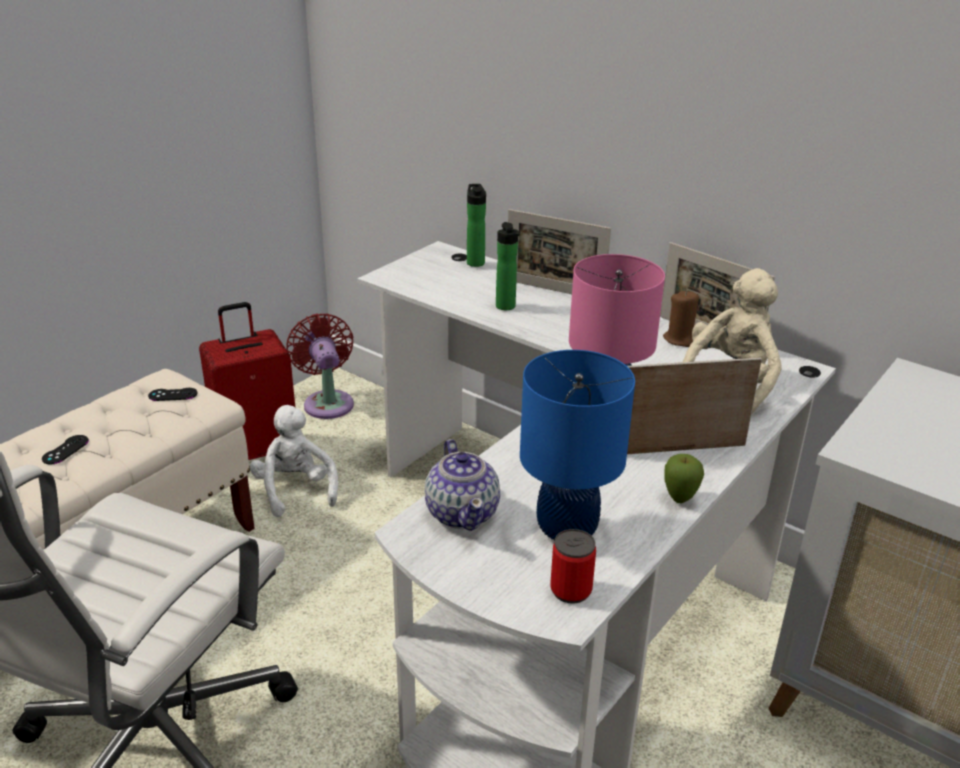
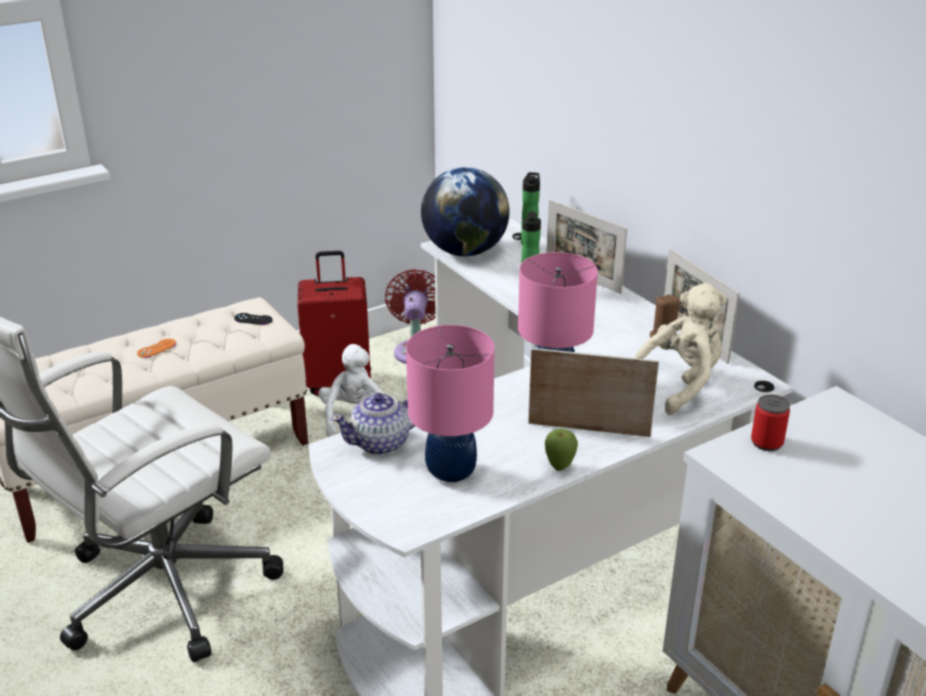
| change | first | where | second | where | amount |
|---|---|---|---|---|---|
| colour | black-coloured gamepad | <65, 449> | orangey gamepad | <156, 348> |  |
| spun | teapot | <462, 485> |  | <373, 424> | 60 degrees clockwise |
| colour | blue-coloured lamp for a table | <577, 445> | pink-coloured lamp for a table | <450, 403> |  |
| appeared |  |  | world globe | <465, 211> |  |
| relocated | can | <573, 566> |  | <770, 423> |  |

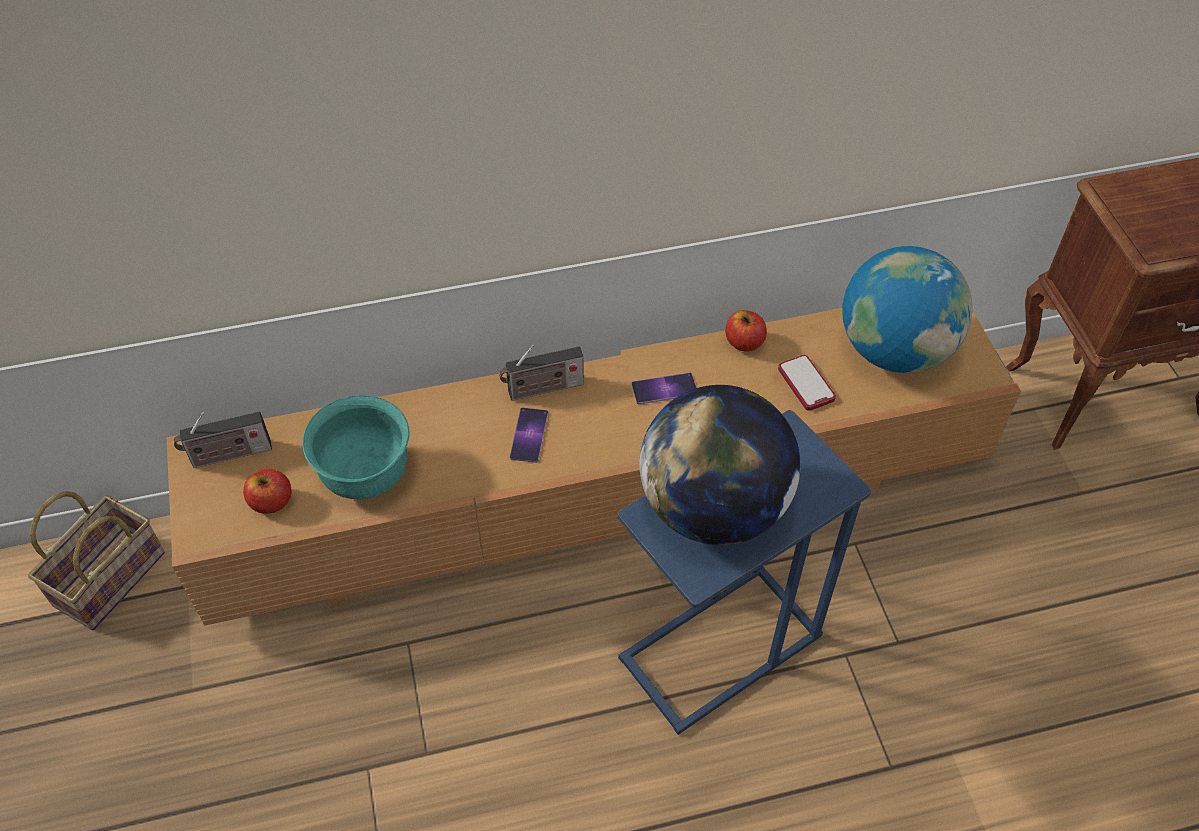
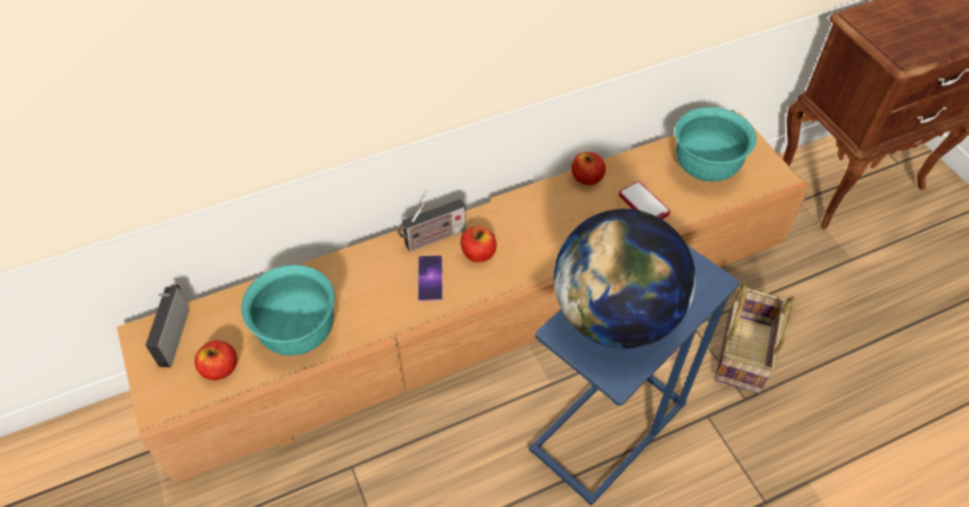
| change | first | where | second | where | amount |
|---|---|---|---|---|---|
| spun | radio receiver | <223, 439> |  | <167, 326> | 120 degrees clockwise |
| appeared |  |  | whole apple | <478, 244> |  |
| exchanged | world globe | <907, 309> | turquoise-coloured serving bowl | <715, 144> |  |
| relocated | household basket | <96, 560> |  | <755, 338> |  |
| missing | handset | <664, 388> |  |  |  |

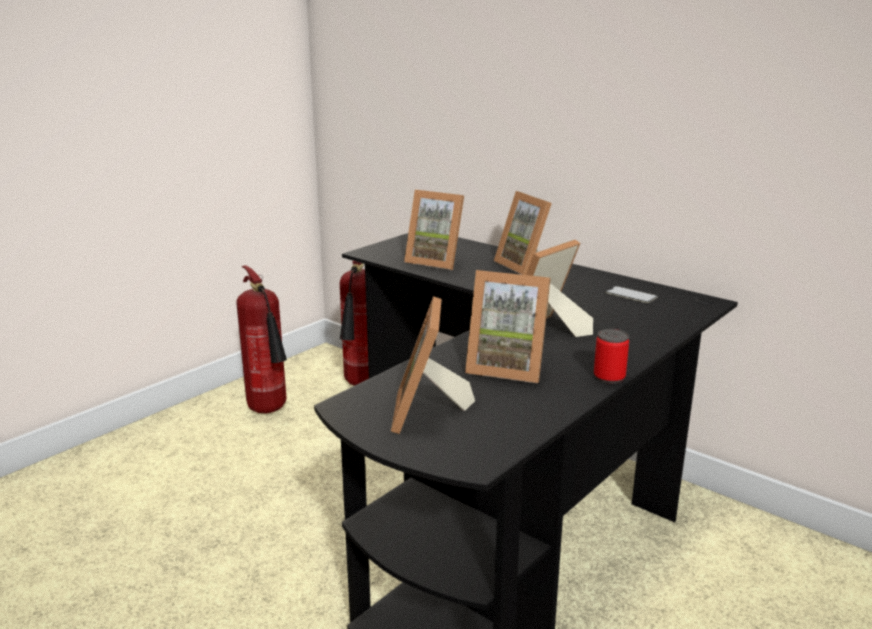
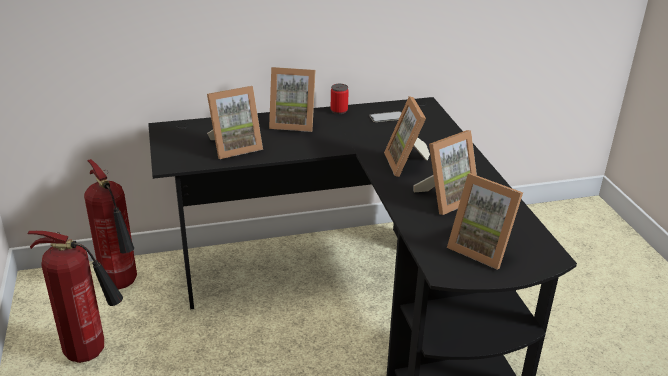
| change | first | where | second | where | amount |
|---|---|---|---|---|---|
| relocated | can | <611, 356> |  | <340, 99> |  |

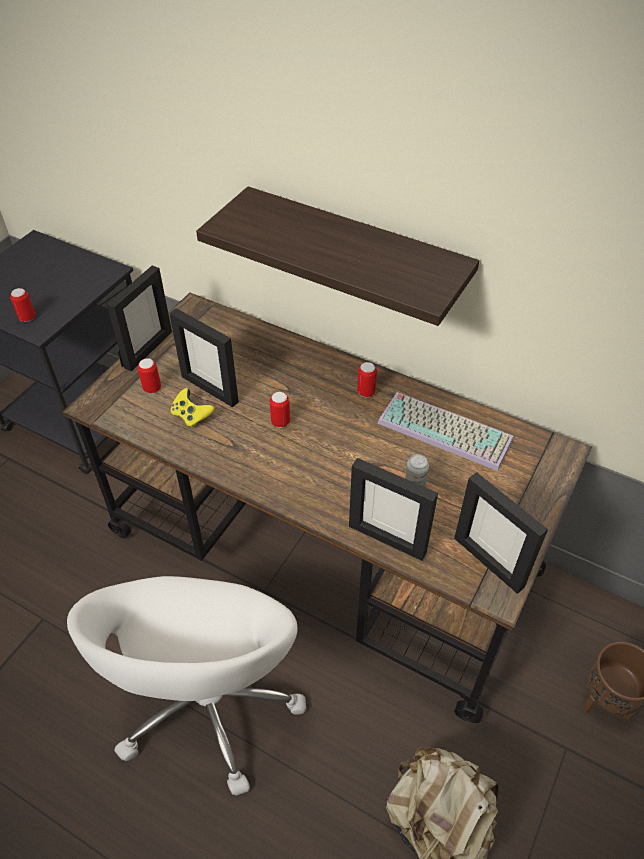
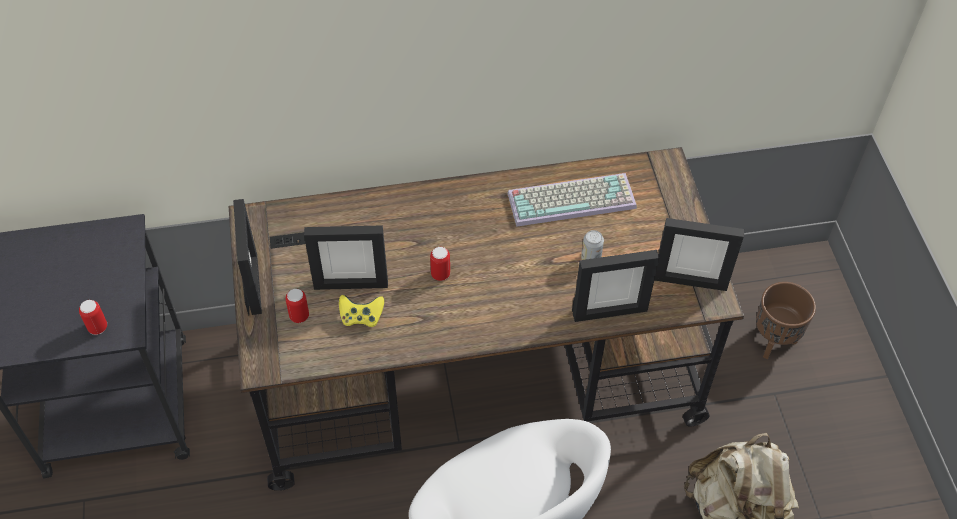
| change | first | where | second | where | amount |
|---|---|---|---|---|---|
| missing | wall shelf | <337, 256> |  |  |  |
| missing | can | <367, 380> |  |  |  |

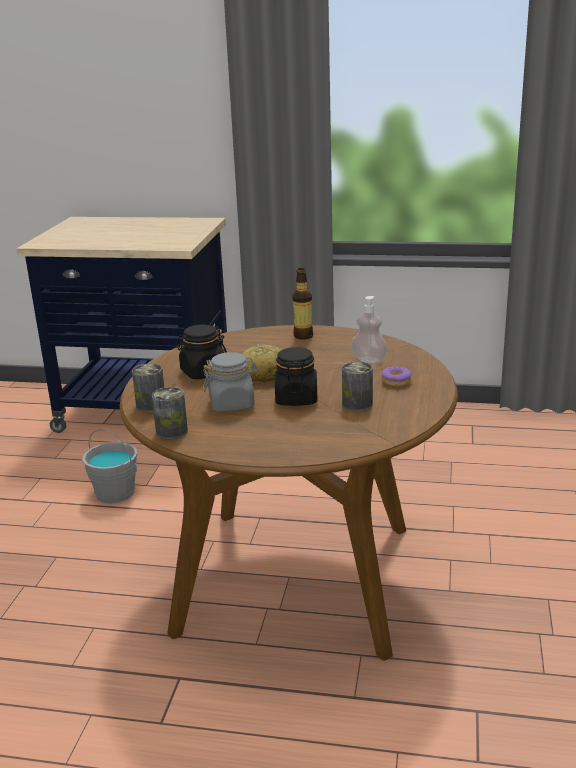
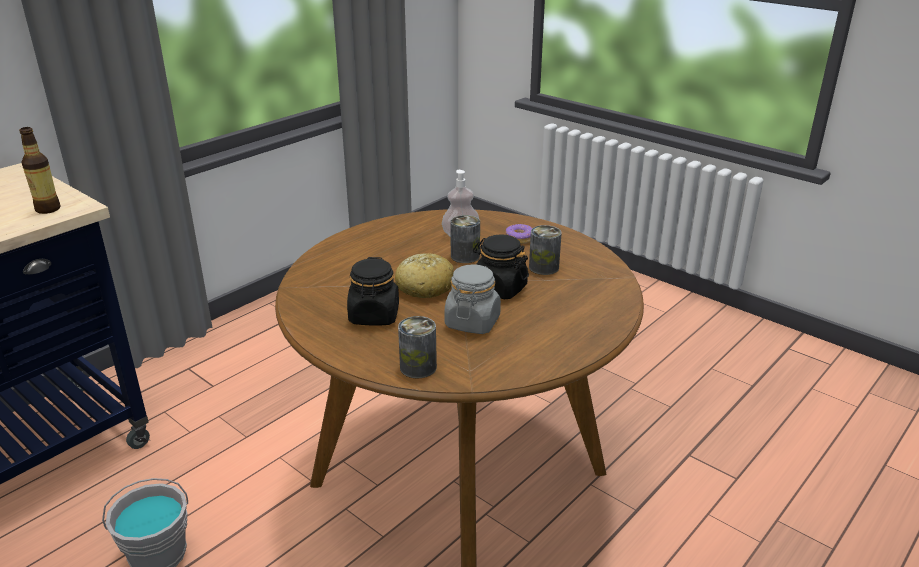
| change | first | where | second | where | amount |
|---|---|---|---|---|---|
| relocated | beverage bottle | <302, 304> |  | <40, 170> |  |
| relocated | can | <170, 413> |  | <465, 239> |  |

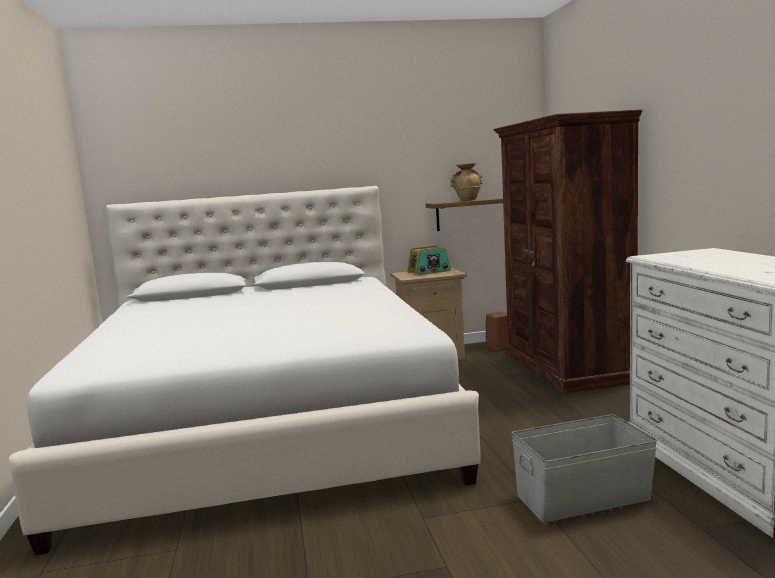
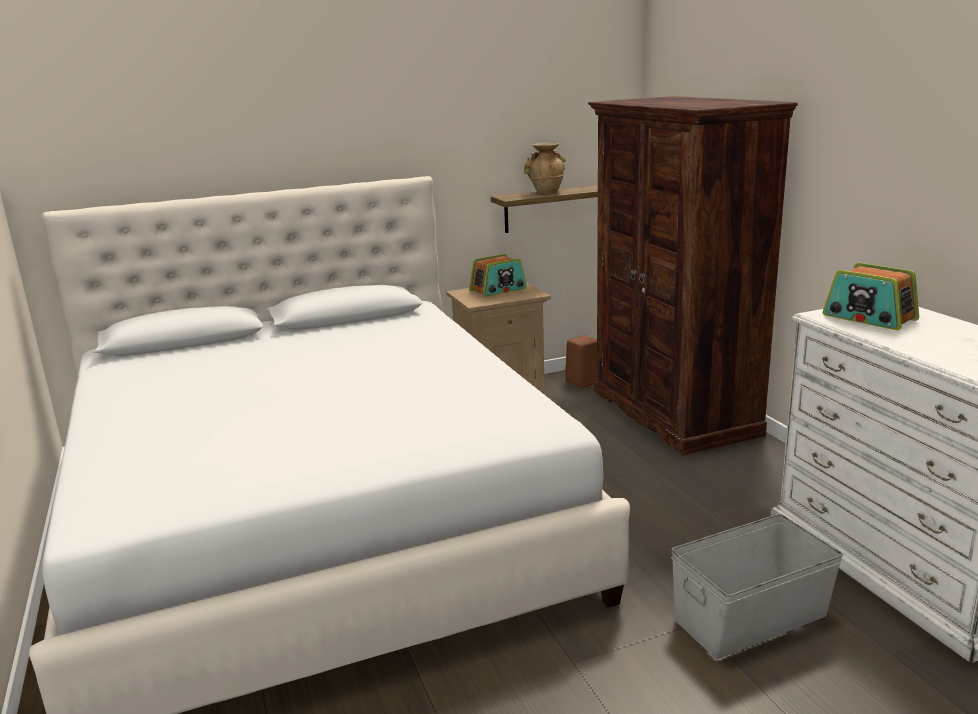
| change | first | where | second | where | amount |
|---|---|---|---|---|---|
| appeared |  |  | radio receiver | <871, 296> |  |

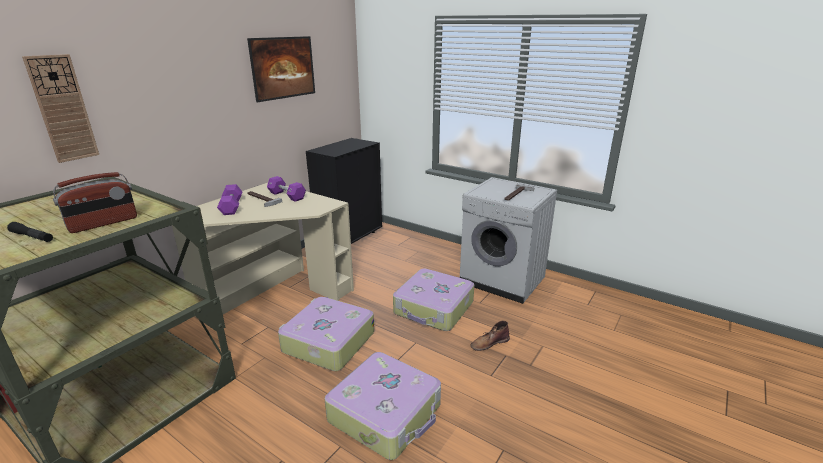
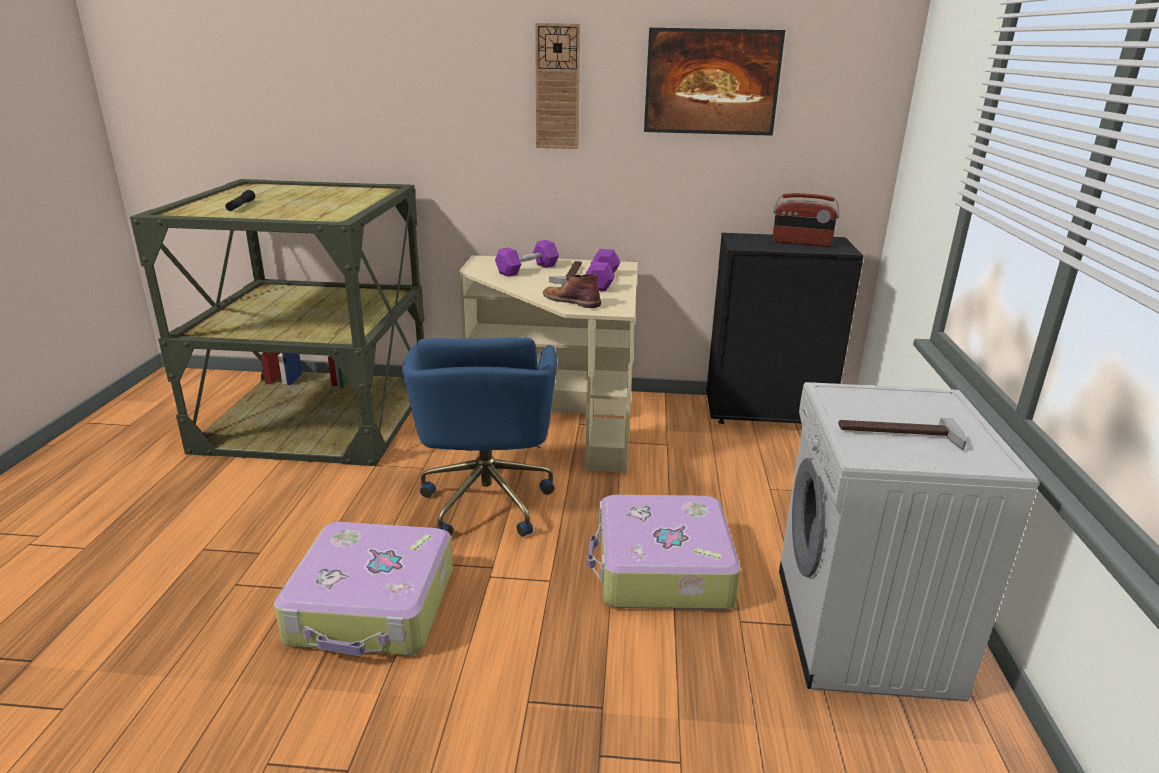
| change | first | where | second | where | amount |
|---|---|---|---|---|---|
| exchanged | piece of luggage | <326, 334> | blue-coloured desk chair | <479, 437> |  |
| relocated | clock on the wall | <60, 108> |  | <557, 86> |  |
| relocated | brown-coloured tall boot | <490, 336> |  | <572, 291> |  |
| relocated | radio receiver | <95, 202> |  | <806, 220> |  |

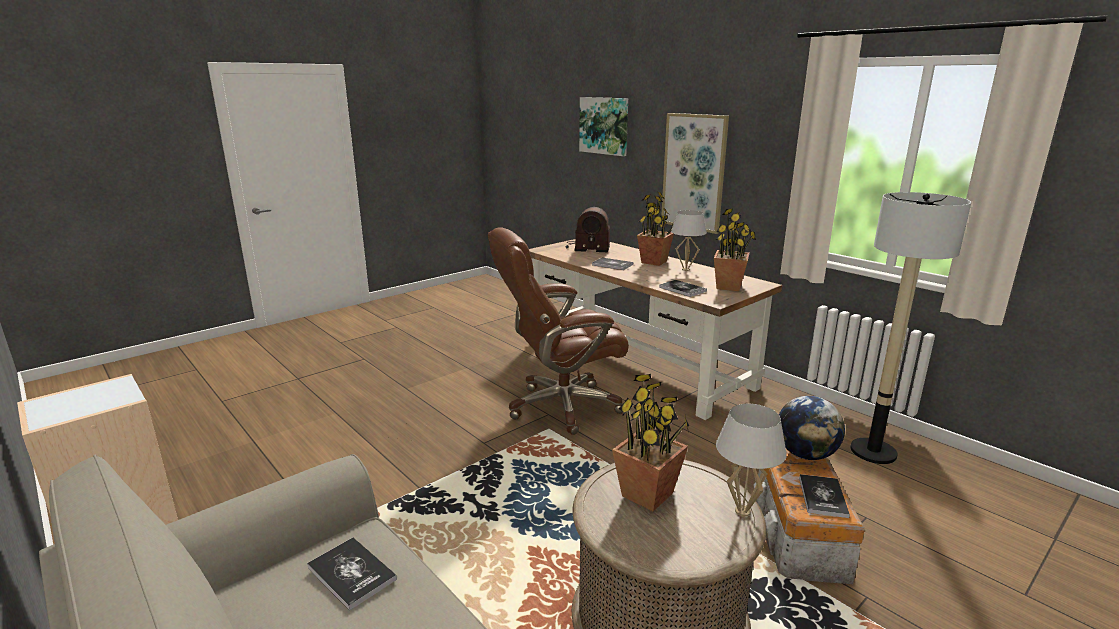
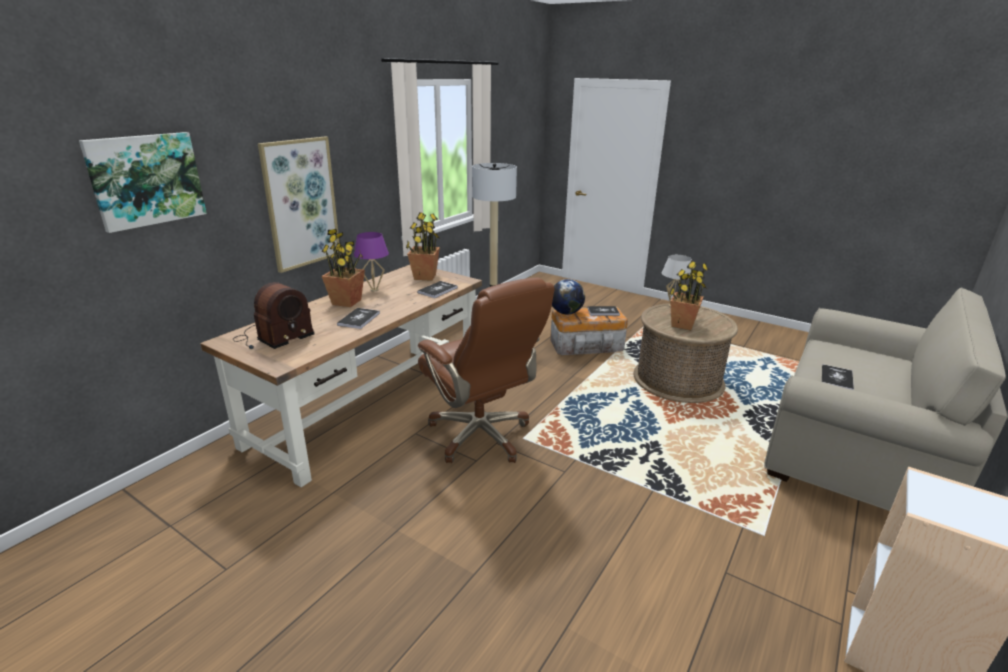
| change | first | where | second | where | amount |
|---|---|---|---|---|---|
| spun | radio receiver | <588, 229> |  | <274, 315> | 45 degrees clockwise |
| colour | white-coloured lamp for a table | <689, 240> | purplish lamp for a table | <371, 262> |  |

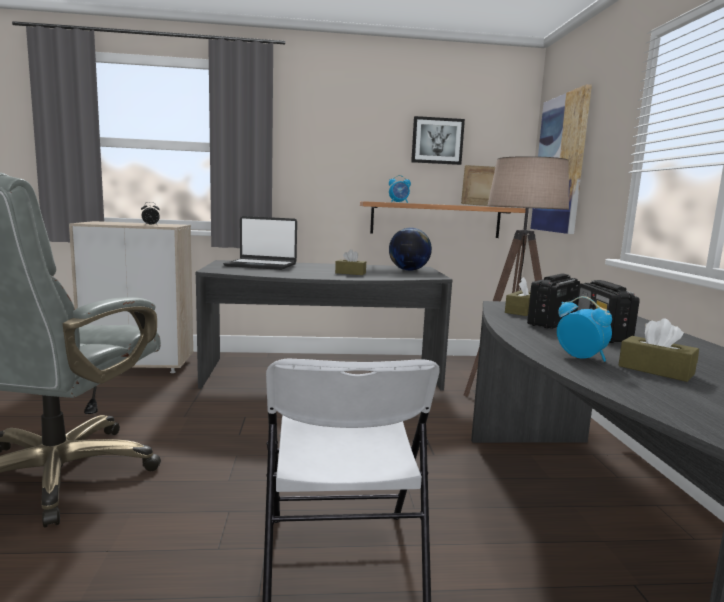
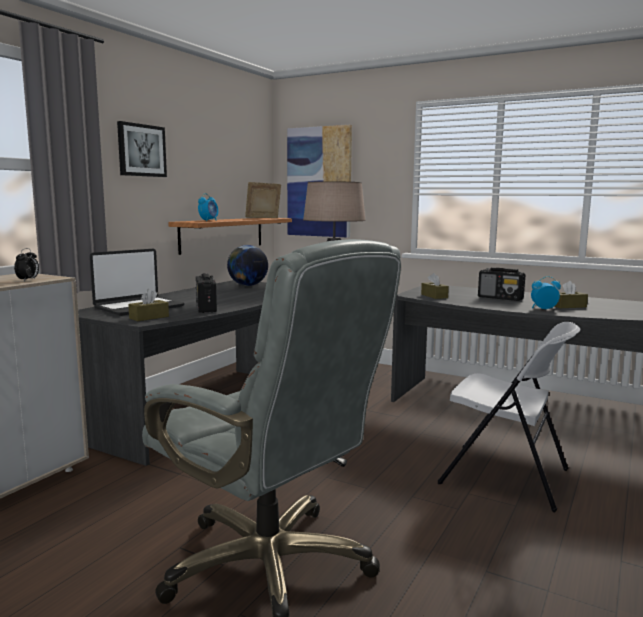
| change | first | where | second | where | amount |
|---|---|---|---|---|---|
| relocated | picture | <438, 140> |  | <142, 149> |  |
| relocated | brown-coloured tissue box | <350, 262> |  | <148, 305> |  |
| relocated | radio receiver | <553, 301> |  | <206, 293> |  |

